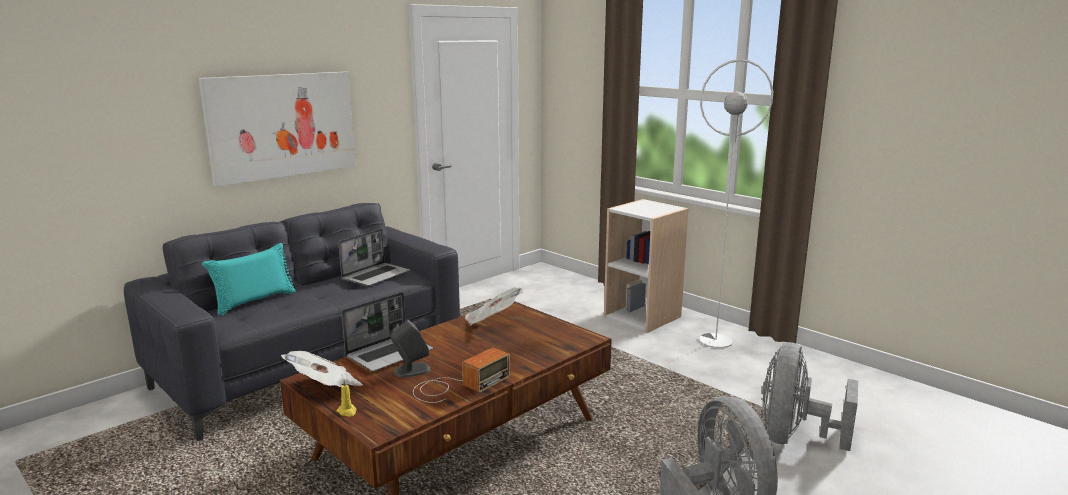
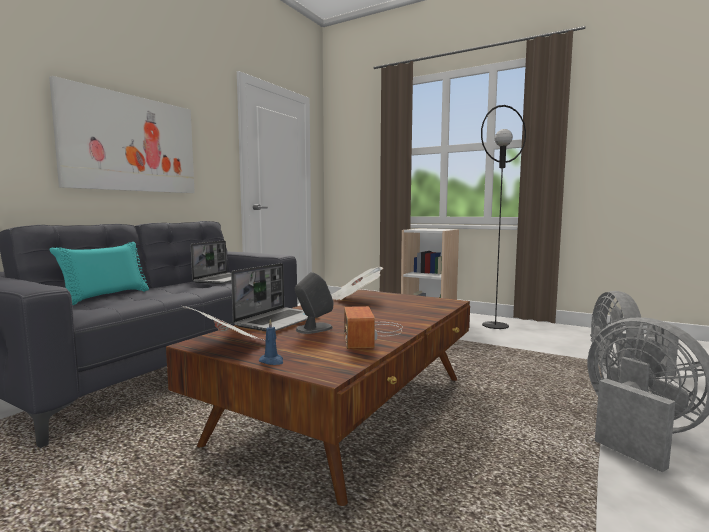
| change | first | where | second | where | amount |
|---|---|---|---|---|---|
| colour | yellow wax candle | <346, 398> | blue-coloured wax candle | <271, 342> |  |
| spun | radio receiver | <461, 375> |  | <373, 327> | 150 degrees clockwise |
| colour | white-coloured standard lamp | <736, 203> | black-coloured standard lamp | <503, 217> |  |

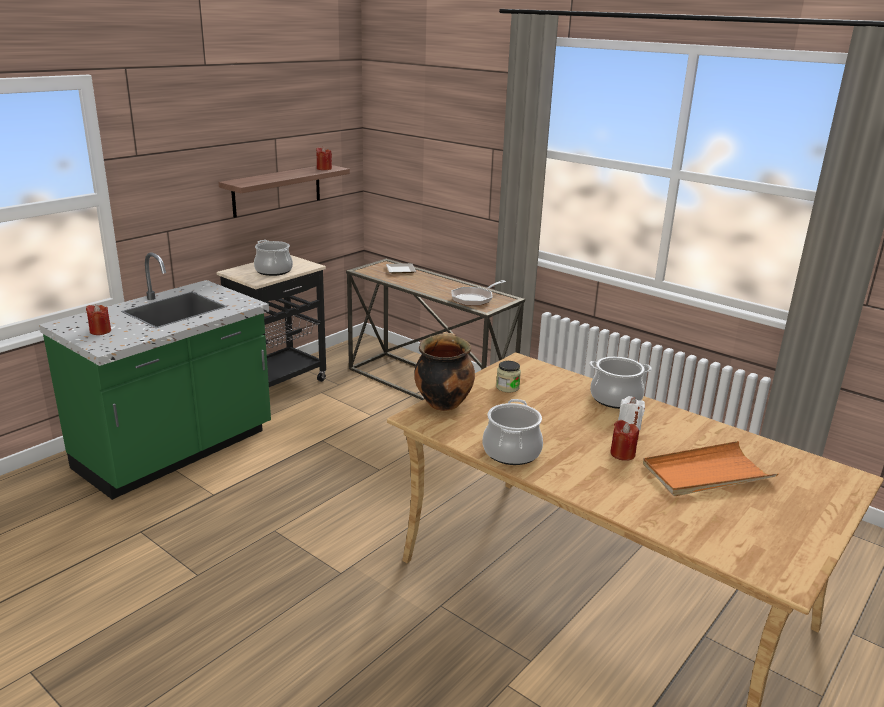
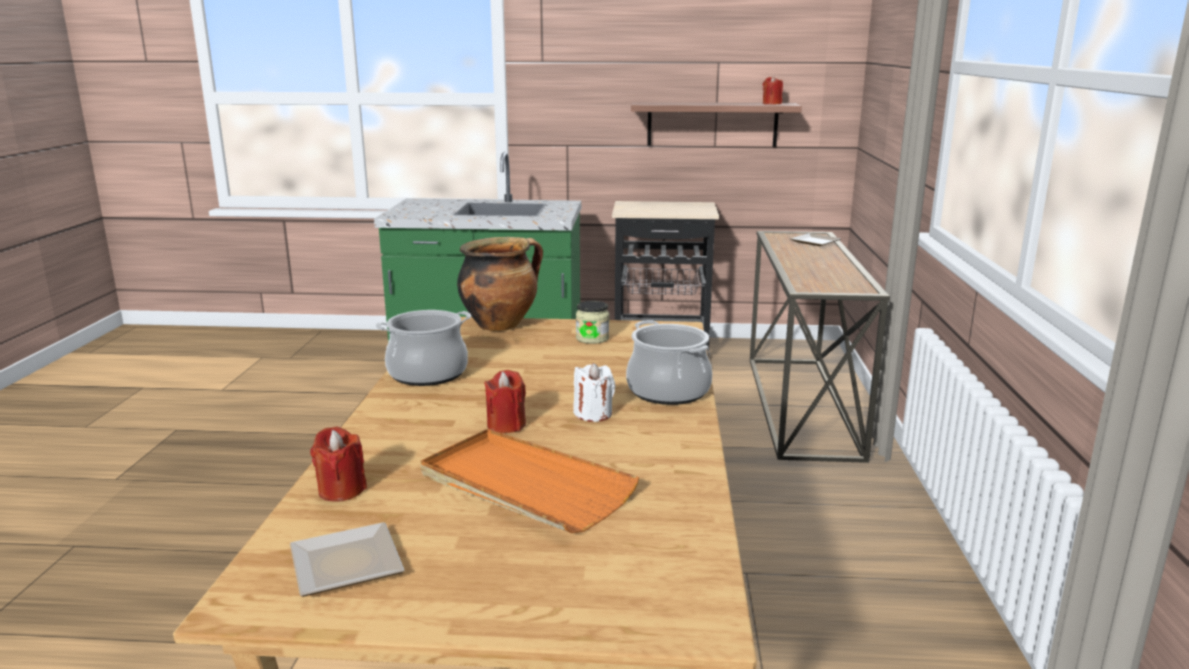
| change | first | where | second | where | amount |
|---|---|---|---|---|---|
| appeared |  |  | flat dish | <347, 559> |  |
| relocated | red wax candle | <98, 319> |  | <338, 464> |  |
| missing | saucepot | <273, 258> |  |  |  |
| missing | pan | <478, 293> |  |  |  |

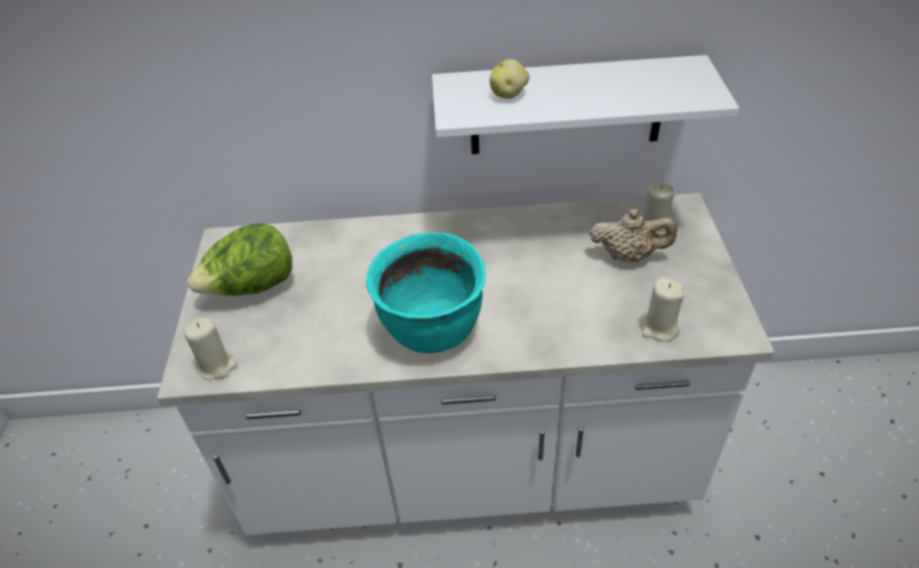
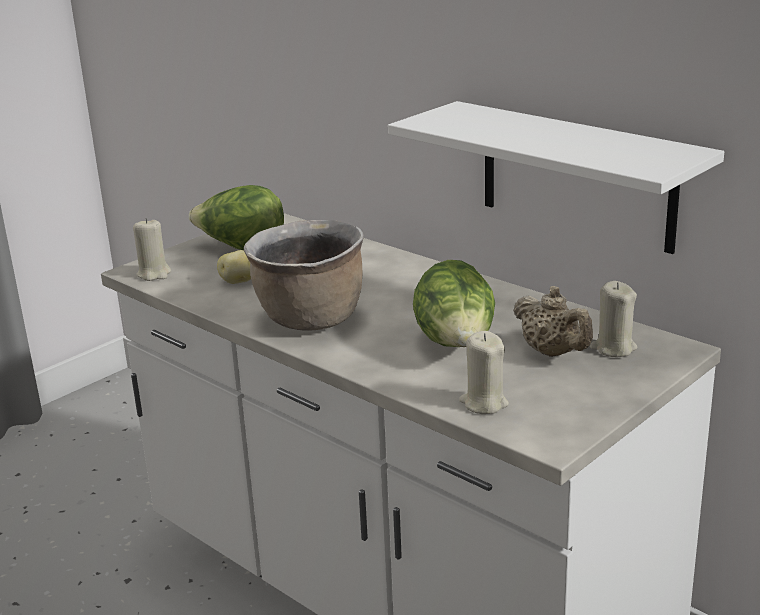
| change | first | where | second | where | amount |
|---|---|---|---|---|---|
| relocated | spud | <509, 79> |  | <234, 267> |  |
| colour | turquoise-coloured saucepot | <426, 293> | brown-coloured saucepot | <304, 275> |  |
| appeared |  |  | lettuce head | <454, 303> |  |

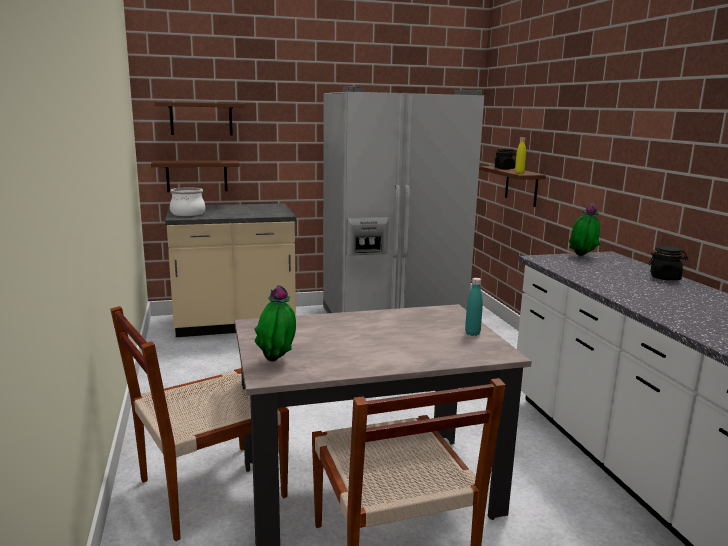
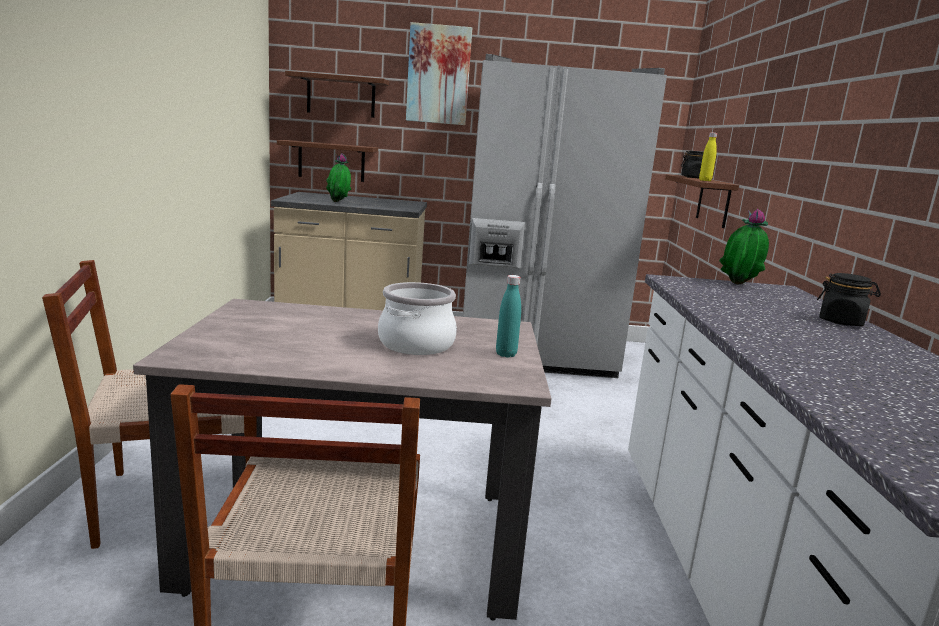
| change | first | where | second | where | amount |
|---|---|---|---|---|---|
| relocated | houseplant | <275, 323> |  | <338, 177> |  |
| relocated | saucepot | <187, 201> |  | <417, 318> |  |
| appeared |  |  | picture | <439, 73> |  |

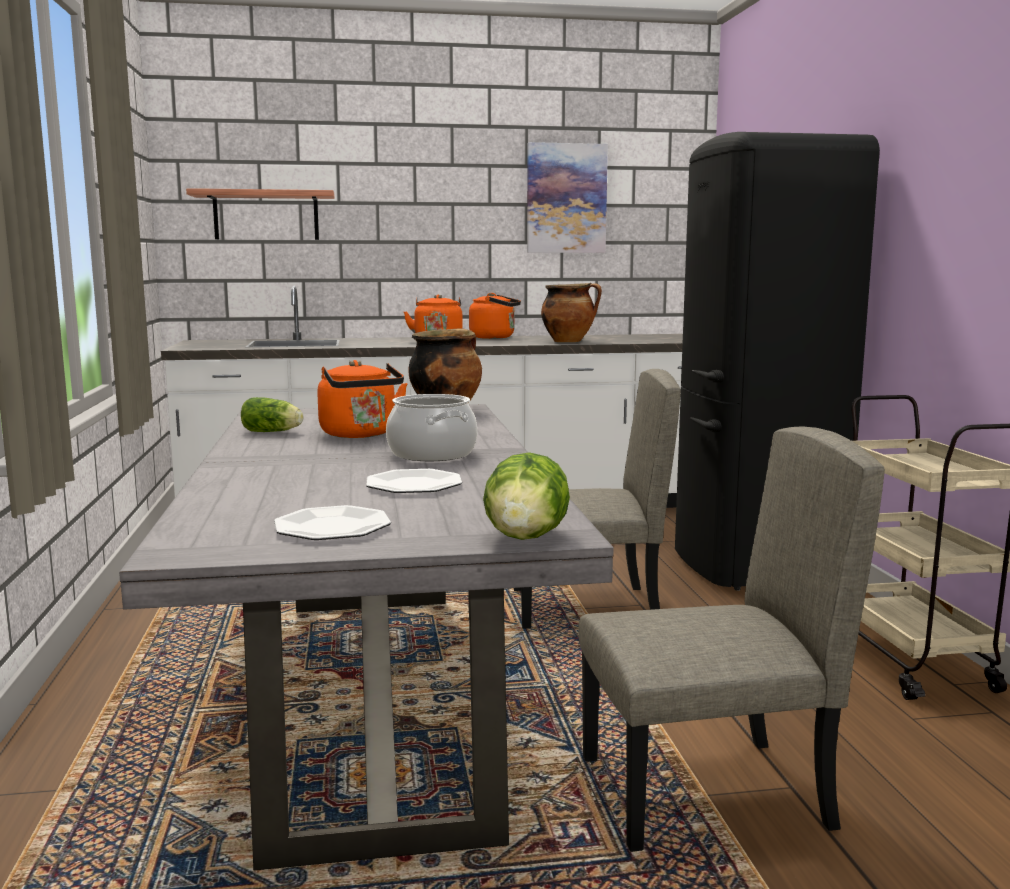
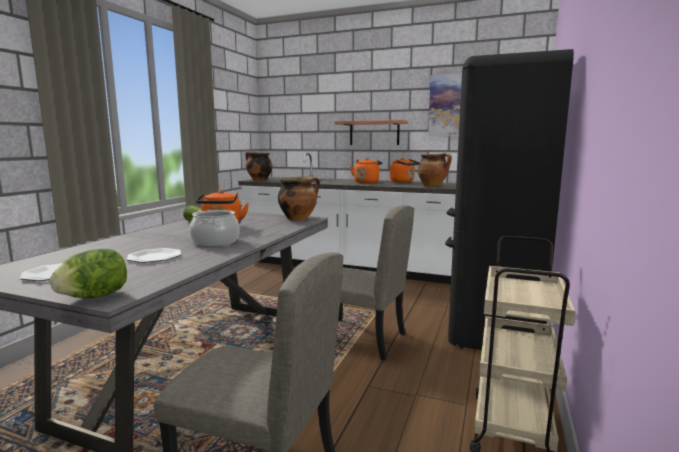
| change | first | where | second | where | amount |
|---|---|---|---|---|---|
| appeared |  |  | saucepot | <258, 166> |  |
| relocated | wall shelf | <260, 214> |  | <371, 132> |  |

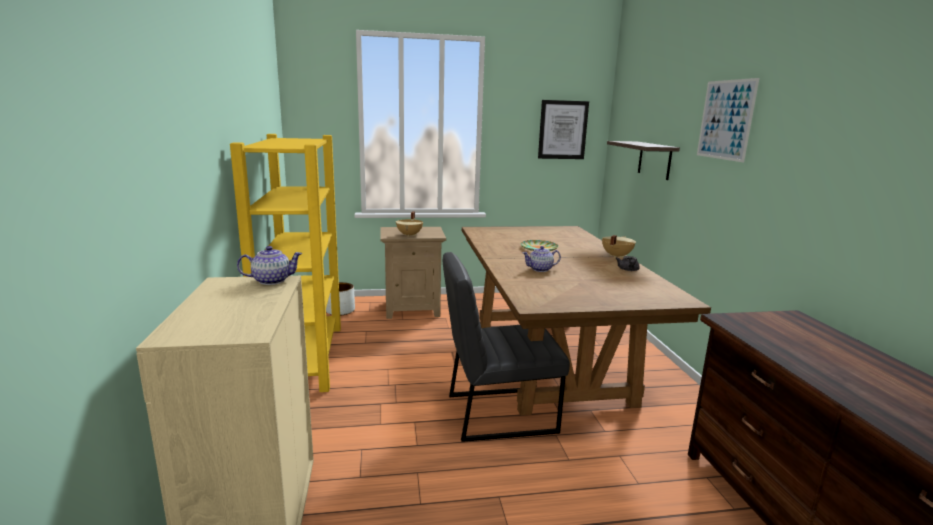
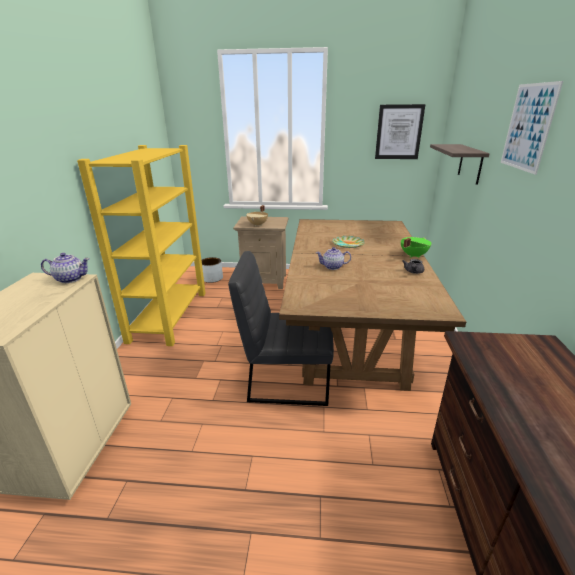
| change | first | where | second | where | amount |
|---|---|---|---|---|---|
| colour | beige-coloured saucepot | <619, 246> | green saucepot | <416, 247> |  |

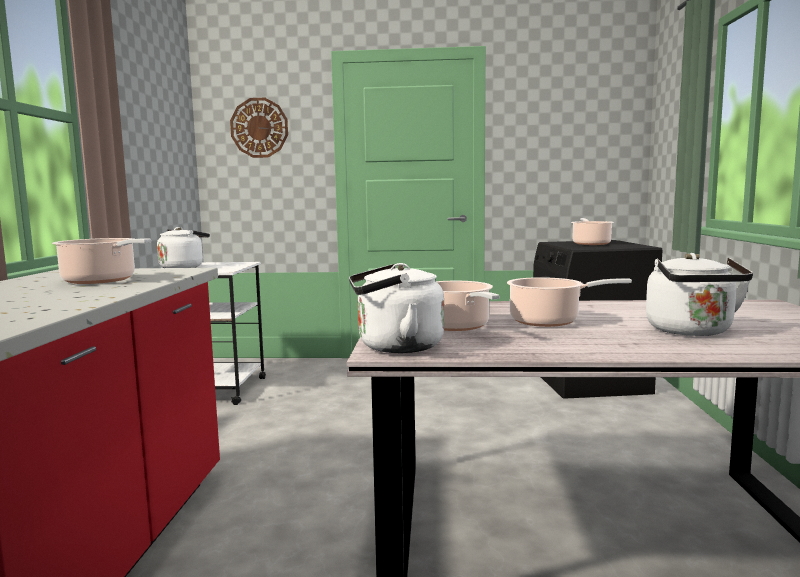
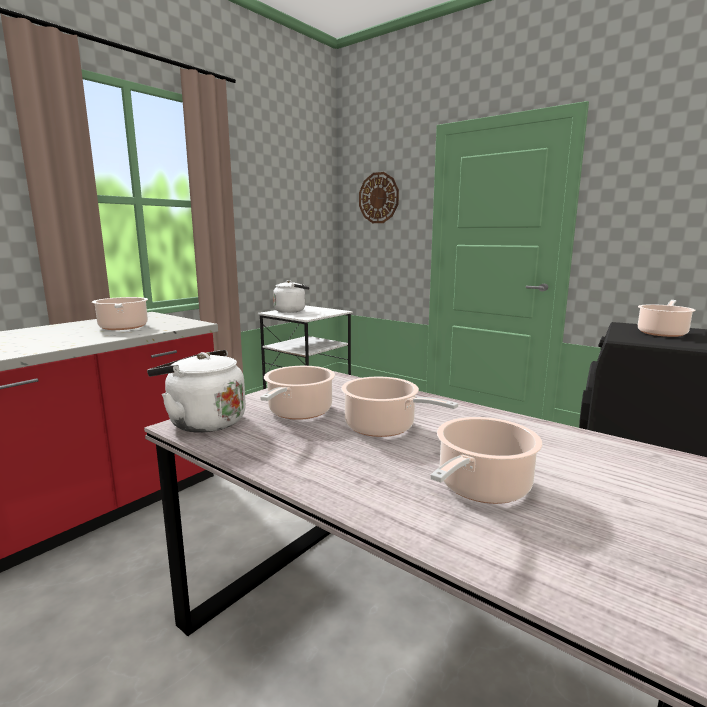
| change | first | where | second | where | amount |
|---|---|---|---|---|---|
| exchanged | white-coloured water kettle | <699, 294> | saucepot | <486, 460> |  |

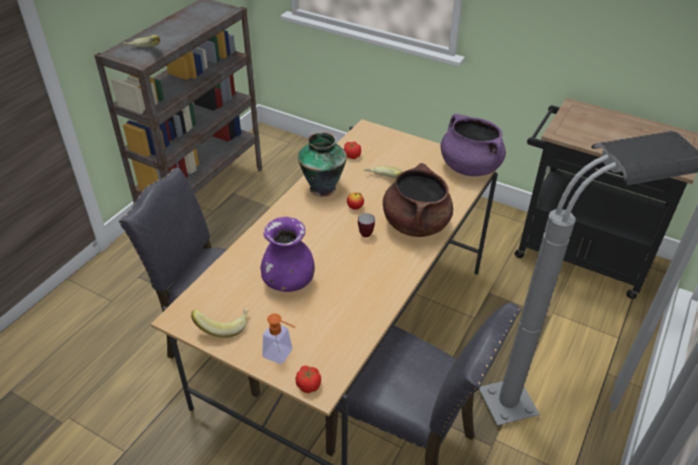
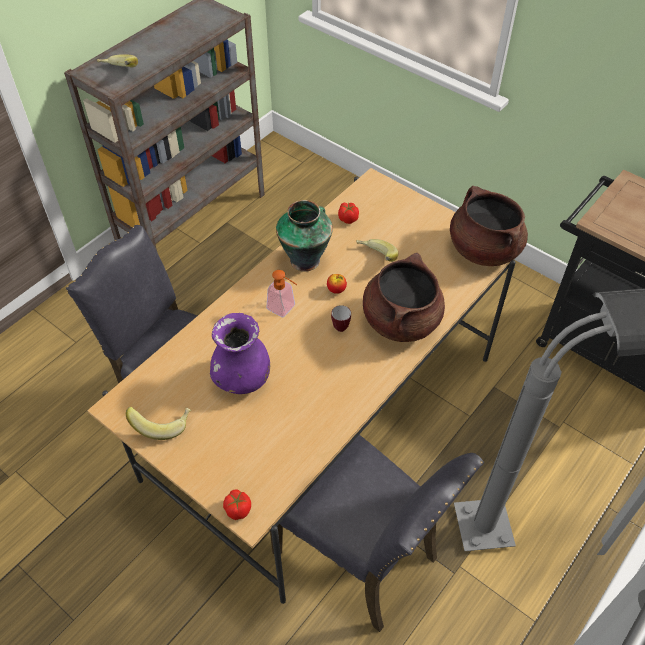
| change | first | where | second | where | amount |
|---|---|---|---|---|---|
| relocated | soap bottle | <278, 339> |  | <281, 293> |  |
| colour | purplish saucepot | <473, 145> | brown-coloured saucepot | <489, 226> |  |

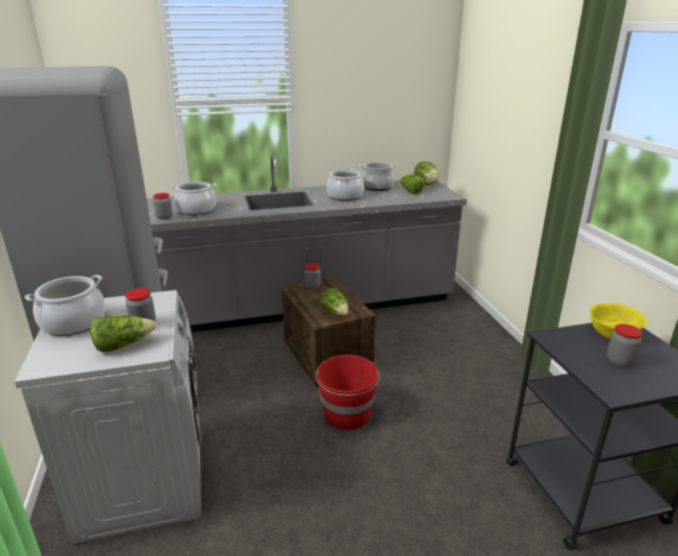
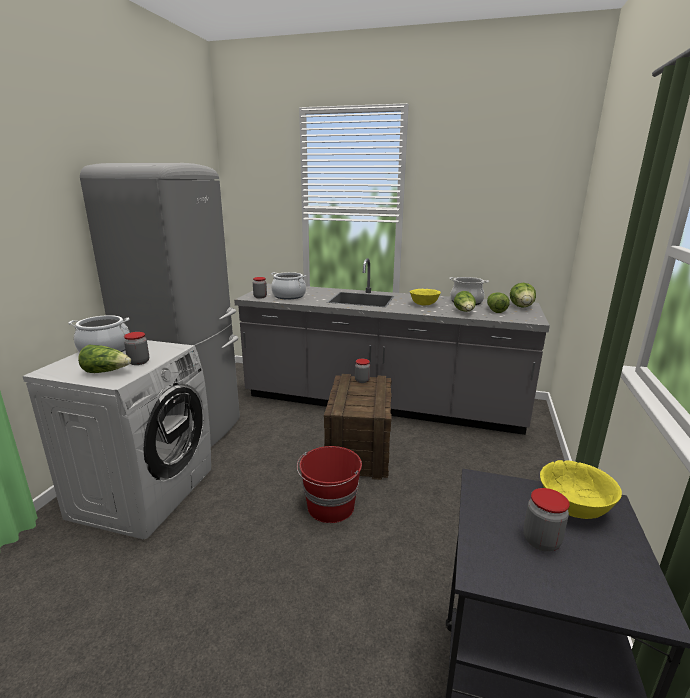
| change | first | where | second | where | amount |
|---|---|---|---|---|---|
| exchanged | saucepot | <345, 184> | yellow serving bowl | <425, 297> |  |
| relocated | lettuce head | <334, 301> |  | <465, 301> |  |

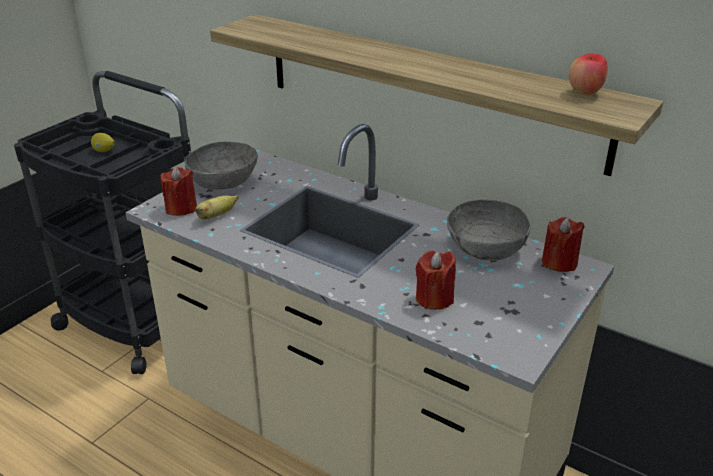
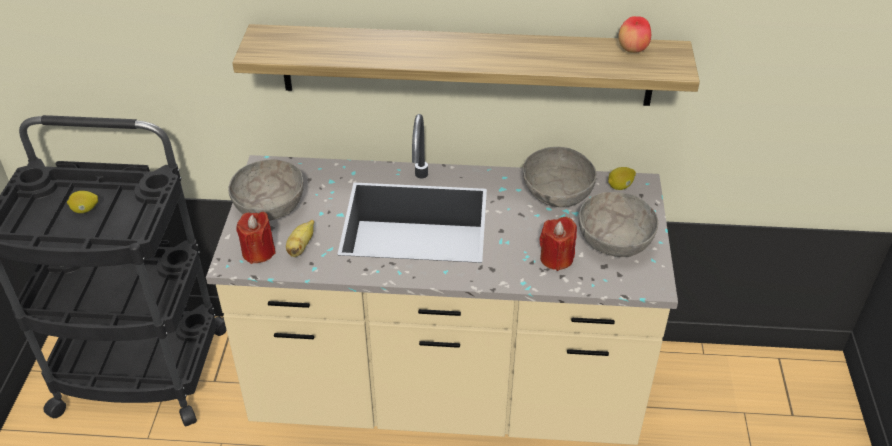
| change | first | where | second | where | amount |
|---|---|---|---|---|---|
| appeared |  |  | gray serving bowl | <618, 224> |  |
| exchanged | red wax candle | <563, 244> | citrus fruit | <622, 178> |  |

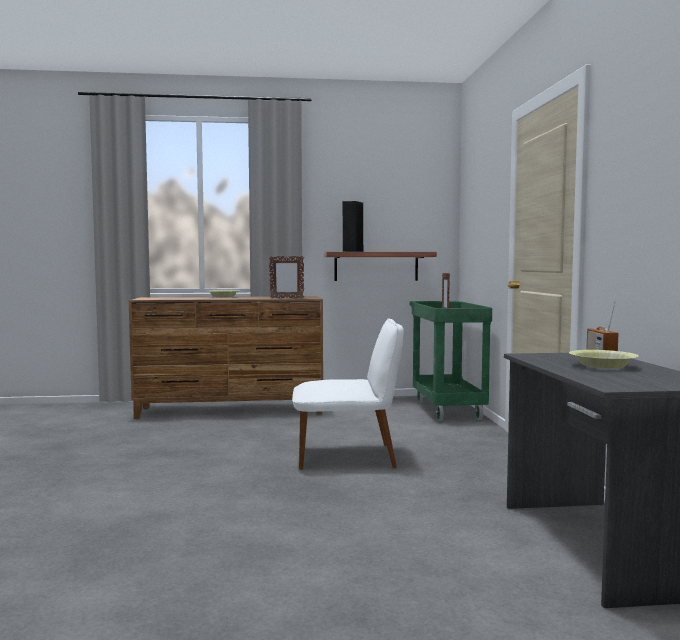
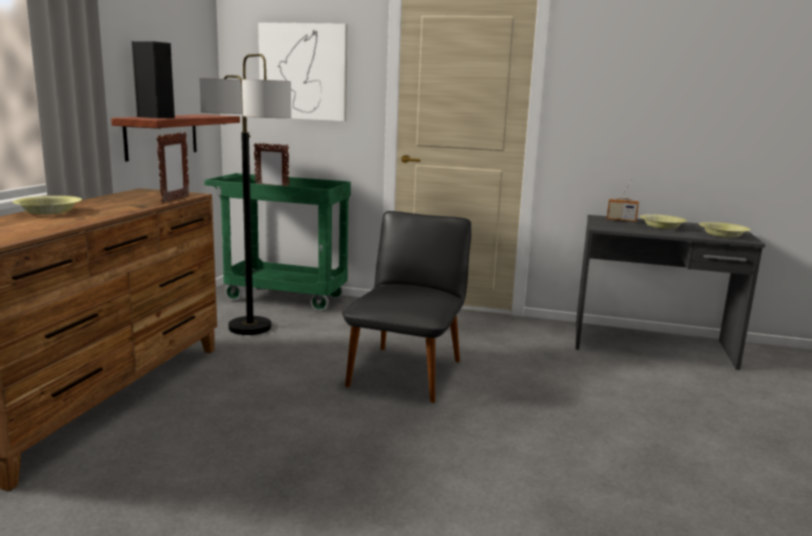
| change | first | where | second | where | amount |
|---|---|---|---|---|---|
| appeared |  |  | standard lamp | <245, 194> |  |
| appeared |  |  | picture | <302, 71> |  |
| colour | white-coloured upright chair | <348, 394> | black-coloured upright chair | <406, 307> |  |
| appeared |  |  | yellow serving bowl | <725, 230> |  |

